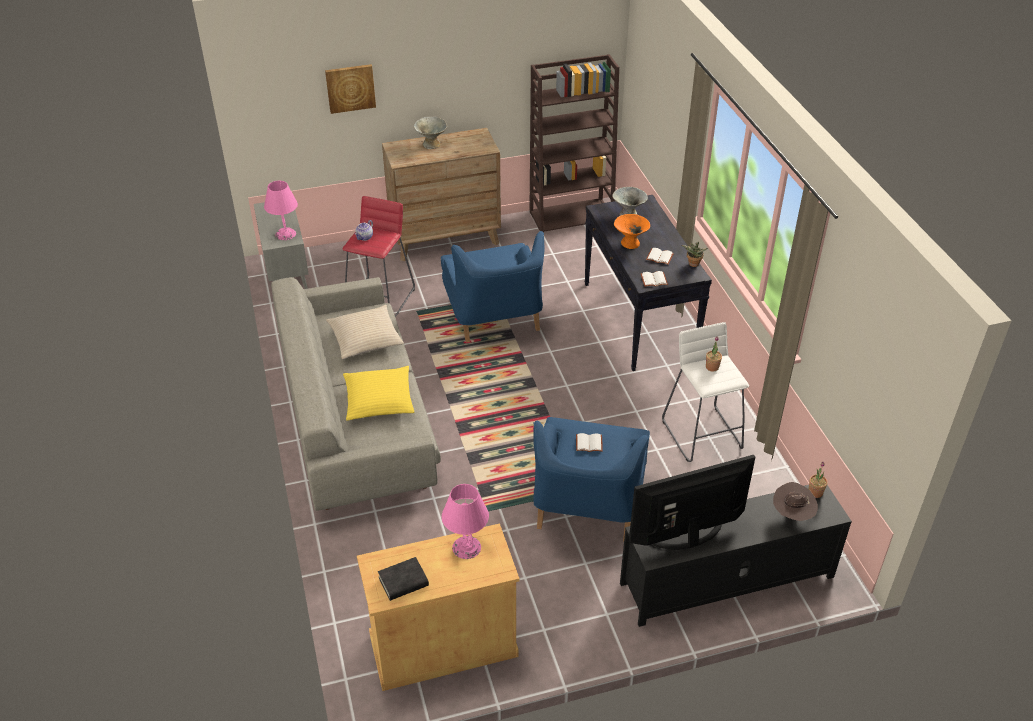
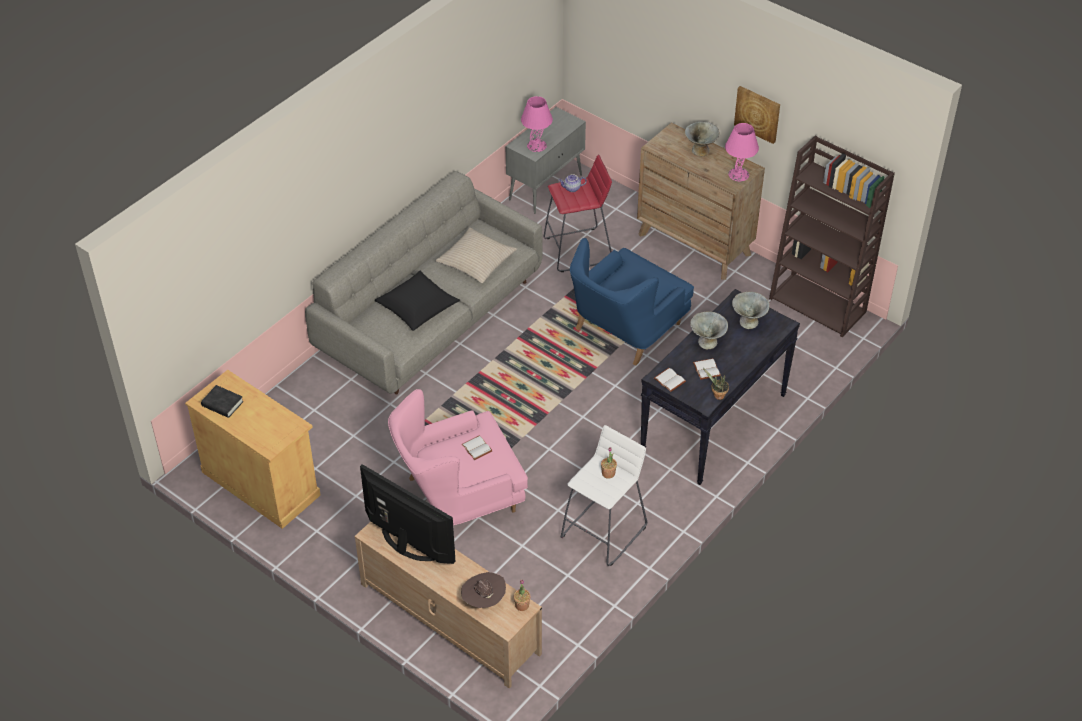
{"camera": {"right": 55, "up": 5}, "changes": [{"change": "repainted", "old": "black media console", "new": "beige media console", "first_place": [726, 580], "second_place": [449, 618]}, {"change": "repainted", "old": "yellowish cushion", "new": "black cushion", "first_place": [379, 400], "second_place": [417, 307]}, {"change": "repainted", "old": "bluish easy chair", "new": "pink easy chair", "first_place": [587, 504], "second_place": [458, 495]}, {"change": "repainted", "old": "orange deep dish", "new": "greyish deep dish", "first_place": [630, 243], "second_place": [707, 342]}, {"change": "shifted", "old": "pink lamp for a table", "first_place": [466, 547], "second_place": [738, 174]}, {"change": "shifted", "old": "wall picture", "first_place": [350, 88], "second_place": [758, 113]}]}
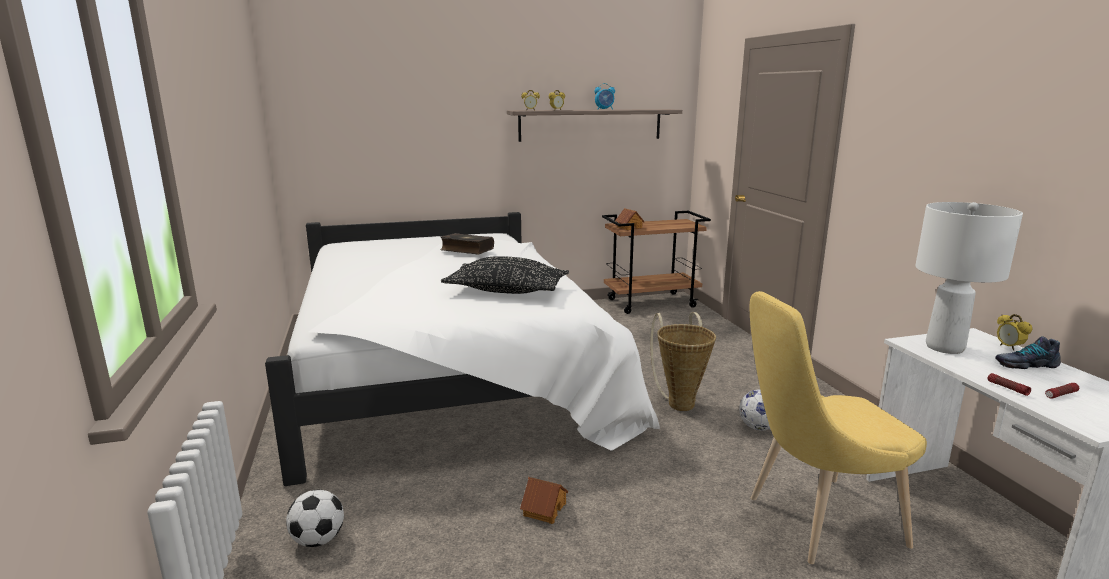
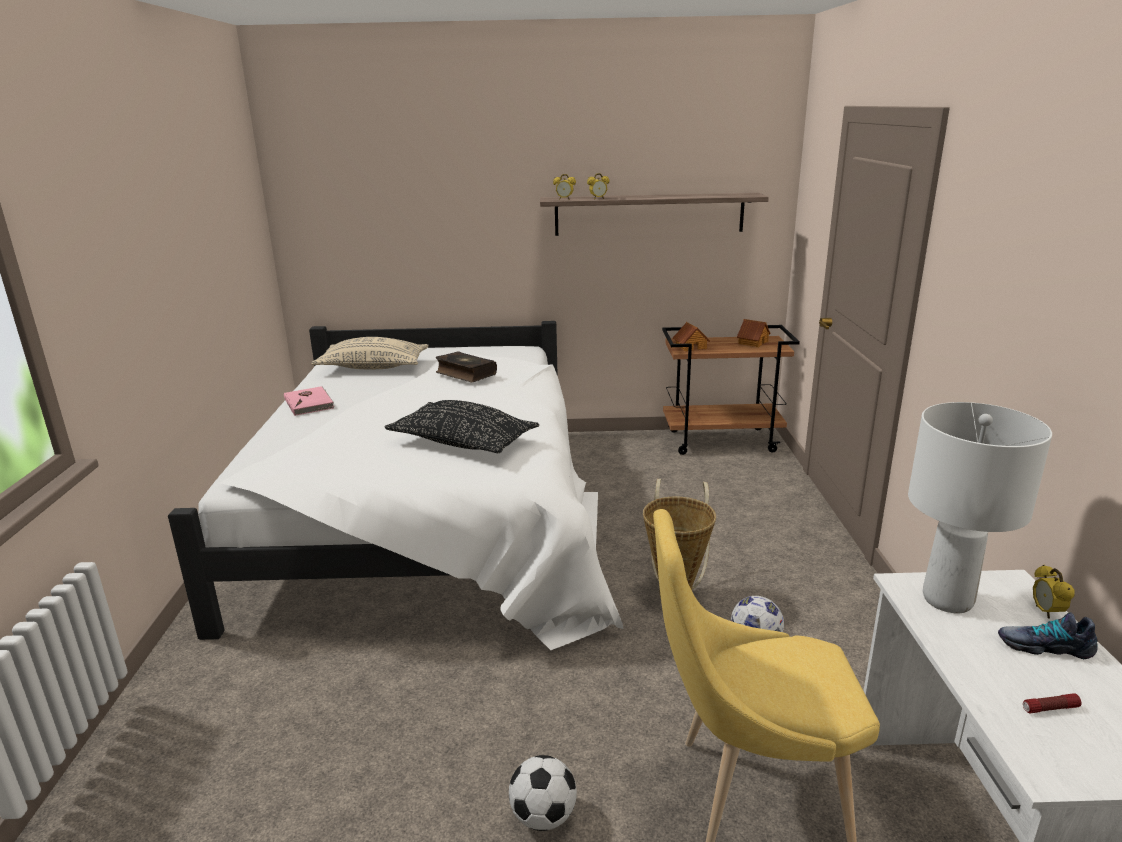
{"camera": {"right": 15, "up": 5}, "changes": [{"change": "new", "new": "pink book", "second_place": [310, 403]}, {"change": "new", "new": "beige cushion", "second_place": [373, 367]}, {"change": "shifted", "old": "ball for football", "first_place": [318, 540], "second_place": [543, 816]}, {"change": "shifted", "old": "toy house", "first_place": [544, 509], "second_place": [752, 342]}, {"change": "gone", "old": "table clock", "first_place": [604, 109]}, {"change": "gone", "old": "torch", "first_place": [1007, 388]}]}
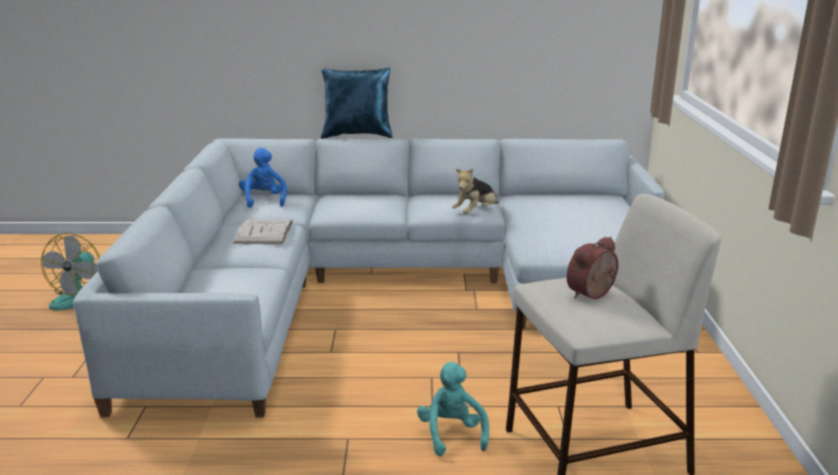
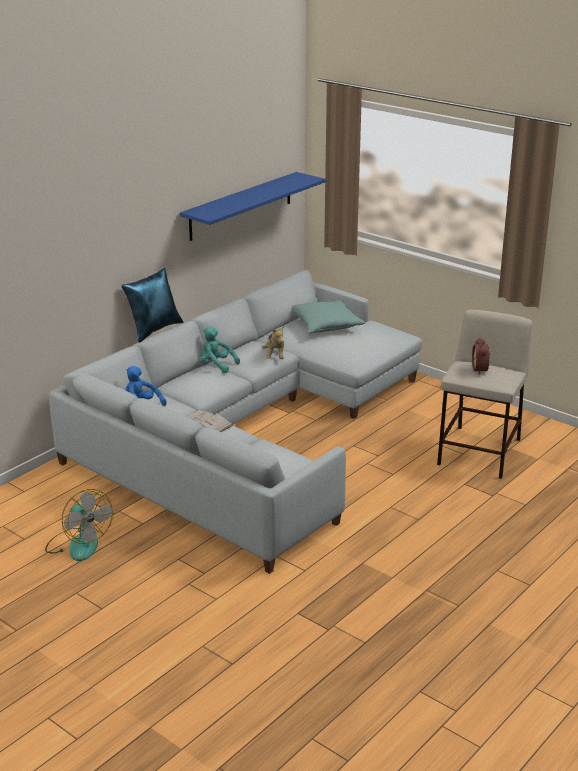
{"camera": {"right": -50, "up": 5}, "changes": [{"change": "new", "new": "bluish shelf", "second_place": [241, 206]}, {"change": "shifted", "old": "turquoise soft toy", "first_place": [452, 434], "second_place": [216, 366]}, {"change": "new", "new": "turquoise cushion", "second_place": [326, 325]}]}
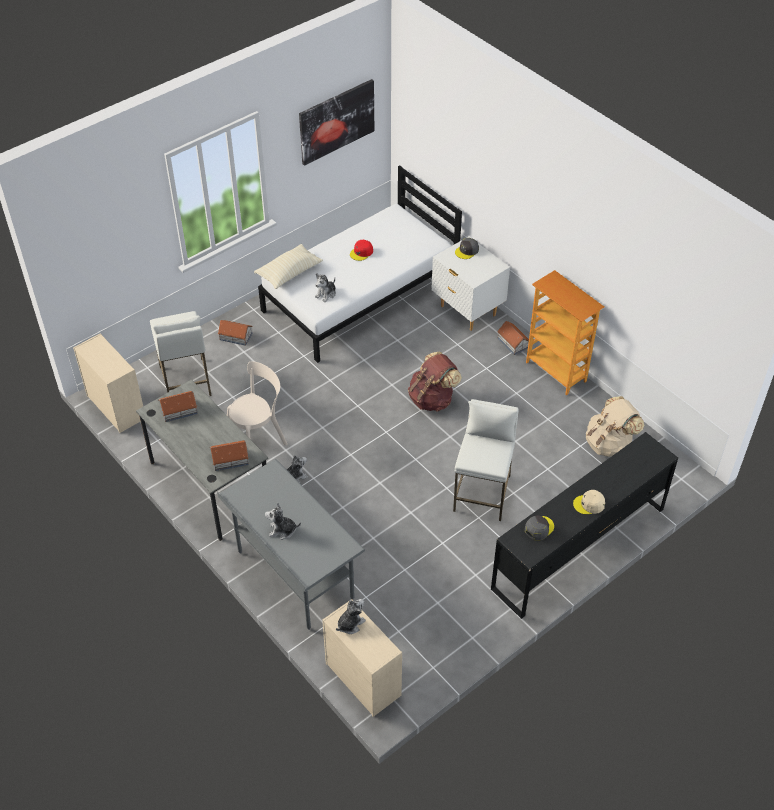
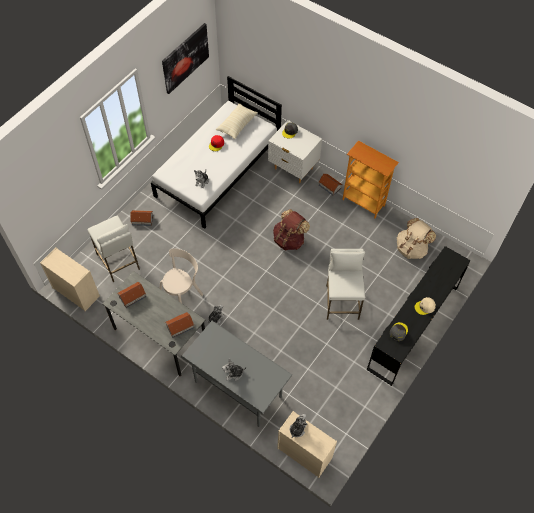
{"camera": {"right": -15, "up": 10}, "changes": [{"change": "shifted", "old": "beige cushion", "first_place": [289, 273], "second_place": [237, 125]}]}
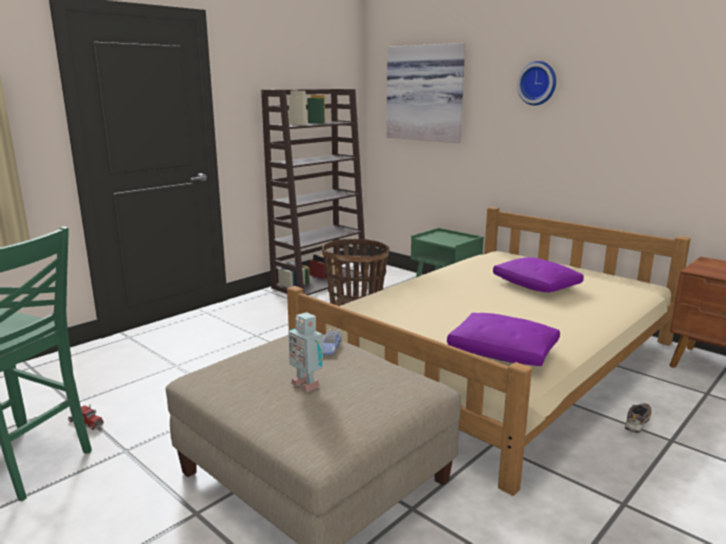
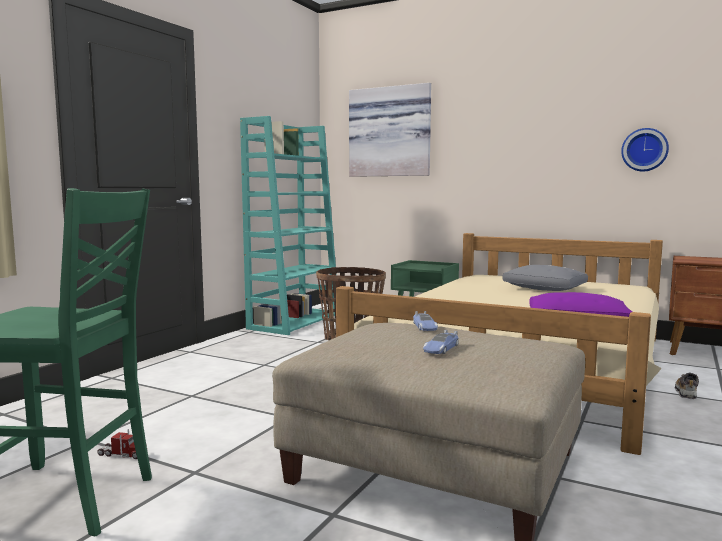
{"camera": {"right": -15, "up": -10}, "changes": [{"change": "repainted", "old": "brown bookcase", "new": "turquoise bookcase", "first_place": [320, 282], "second_place": [294, 322]}, {"change": "swapped", "old": "robot figure", "new": "model car", "first_place": [306, 384], "second_place": [441, 349]}, {"change": "repainted", "old": "purple cushion", "new": "greyish cushion", "first_place": [536, 285], "second_place": [545, 289]}, {"change": "shifted", "old": "clock on the wall", "first_place": [538, 83], "second_place": [644, 150]}]}
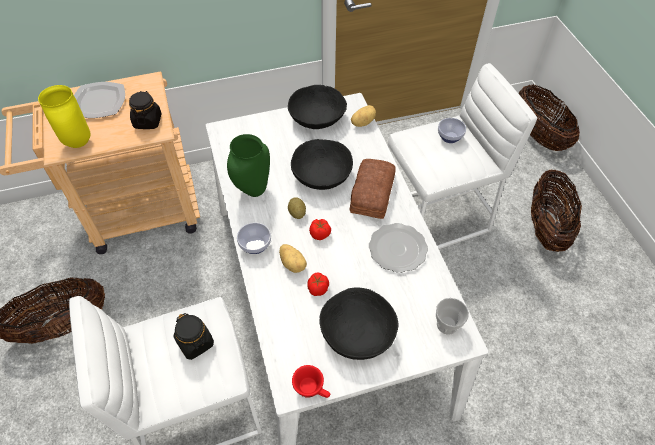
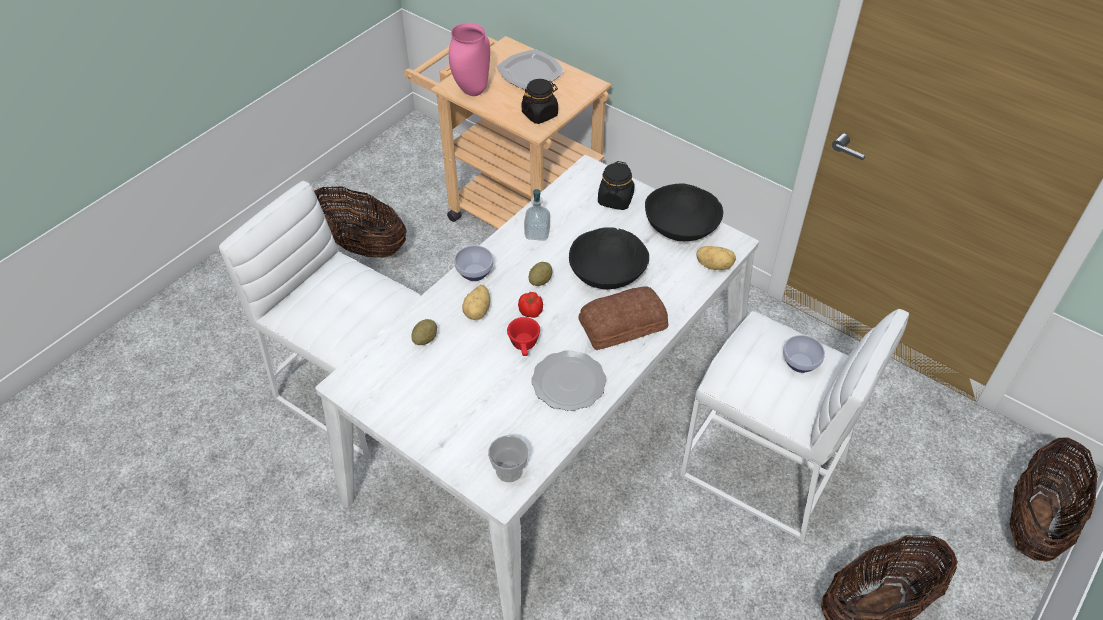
{"camera": {"right": 55, "up": -5}, "changes": [{"change": "new", "new": "spud", "second_place": [425, 339]}, {"change": "repainted", "old": "yellowish vase", "new": "pink vase", "first_place": [77, 143], "second_place": [471, 90]}, {"change": "shifted", "old": "red-coloured small cup", "first_place": [312, 389], "second_place": [524, 346]}, {"change": "swapped", "old": "greenish vase", "new": "liquid soap bottle", "first_place": [252, 190], "second_place": [537, 233]}, {"change": "shifted", "old": "black preserve jar", "first_place": [195, 343], "second_place": [615, 200]}, {"change": "gone", "old": "tomato", "first_place": [317, 289]}, {"change": "gone", "old": "black deep dish", "first_place": [357, 332]}]}
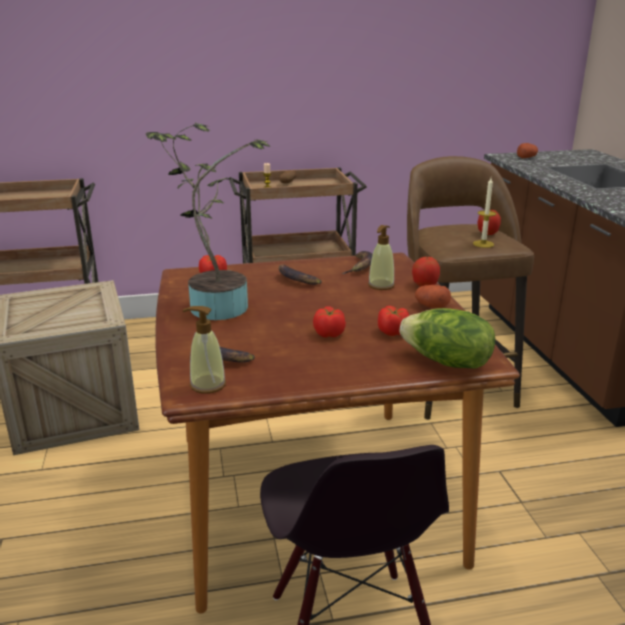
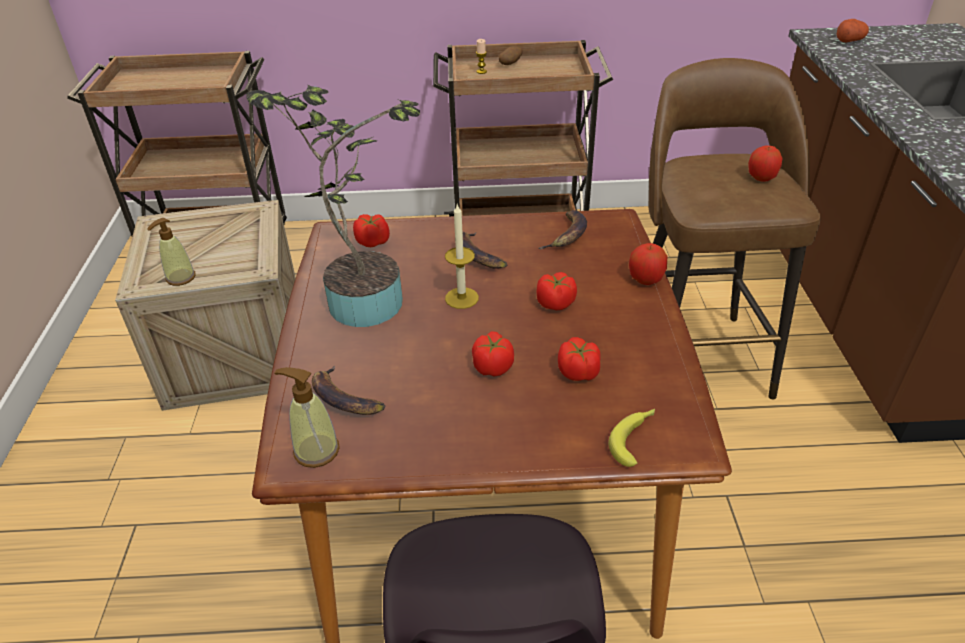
{"camera": {"right": 10, "up": 15}, "changes": [{"change": "shifted", "old": "liquid soap bottle", "first_place": [381, 285], "second_place": [180, 278]}, {"change": "shifted", "old": "wax candle", "first_place": [483, 244], "second_place": [461, 298]}, {"change": "new", "new": "tomato", "second_place": [556, 303]}, {"change": "swapped", "old": "lettuce", "new": "banana fruit", "first_place": [446, 362], "second_place": [635, 439]}, {"change": "gone", "old": "spud", "first_place": [431, 306]}]}
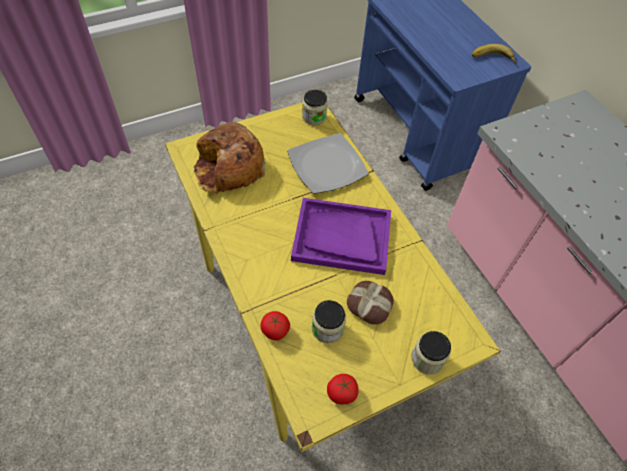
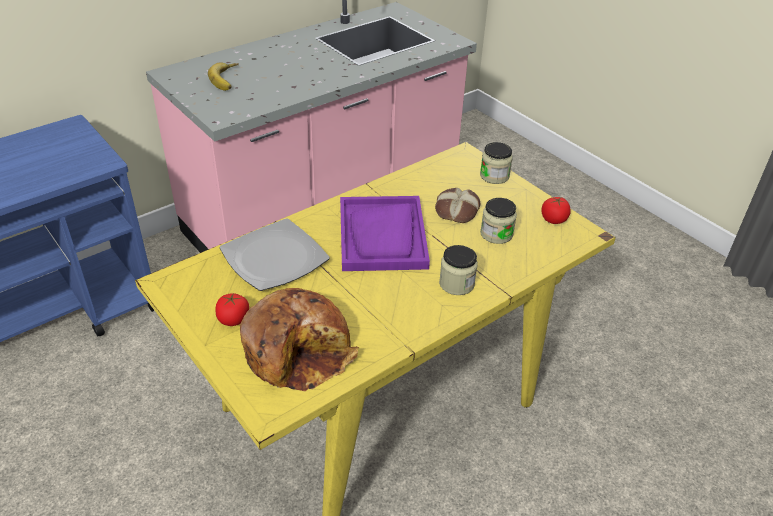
{"camera": {"right": -100, "up": -15}, "changes": [{"change": "shifted", "old": "banana fruit", "first_place": [492, 59], "second_place": [228, 79]}, {"change": "shifted", "old": "tomato", "first_place": [275, 330], "second_place": [233, 319]}, {"change": "shifted", "old": "preserve jar", "first_place": [314, 117], "second_place": [456, 284]}]}
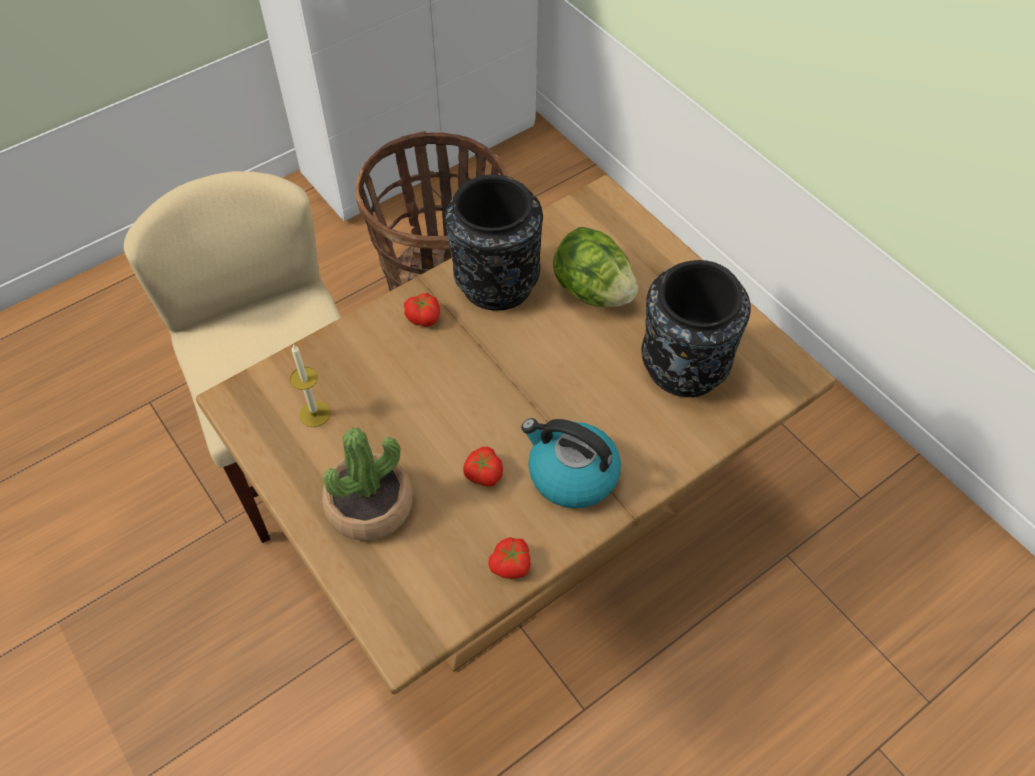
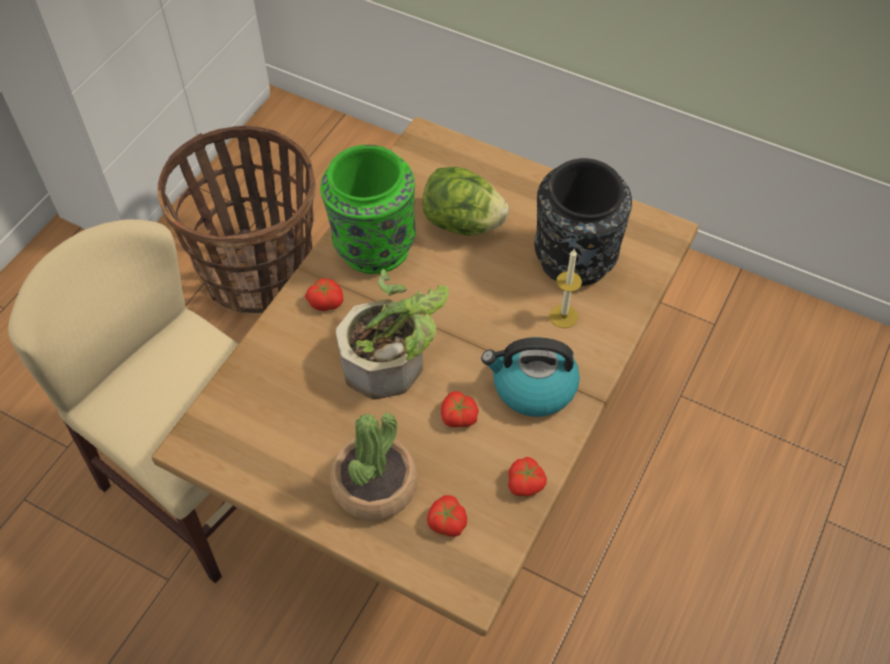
{"camera": {"right": -25, "up": 0}, "changes": [{"change": "repainted", "old": "black vase", "new": "greenish vase", "first_place": [495, 282], "second_place": [373, 247]}, {"change": "new", "new": "houseplant", "second_place": [394, 360]}, {"change": "new", "new": "tomato", "second_place": [446, 522]}, {"change": "shifted", "old": "wax candle", "first_place": [314, 414], "second_place": [563, 316]}]}
